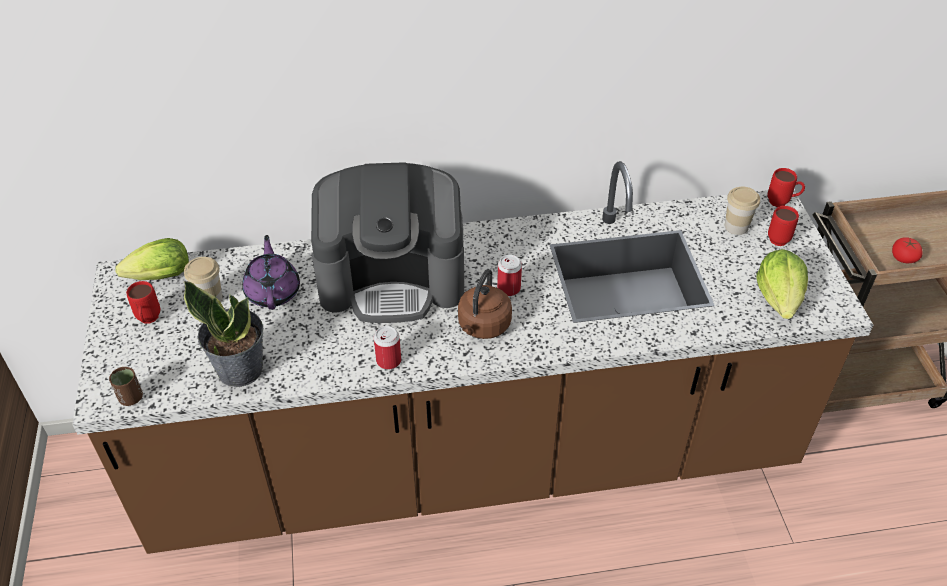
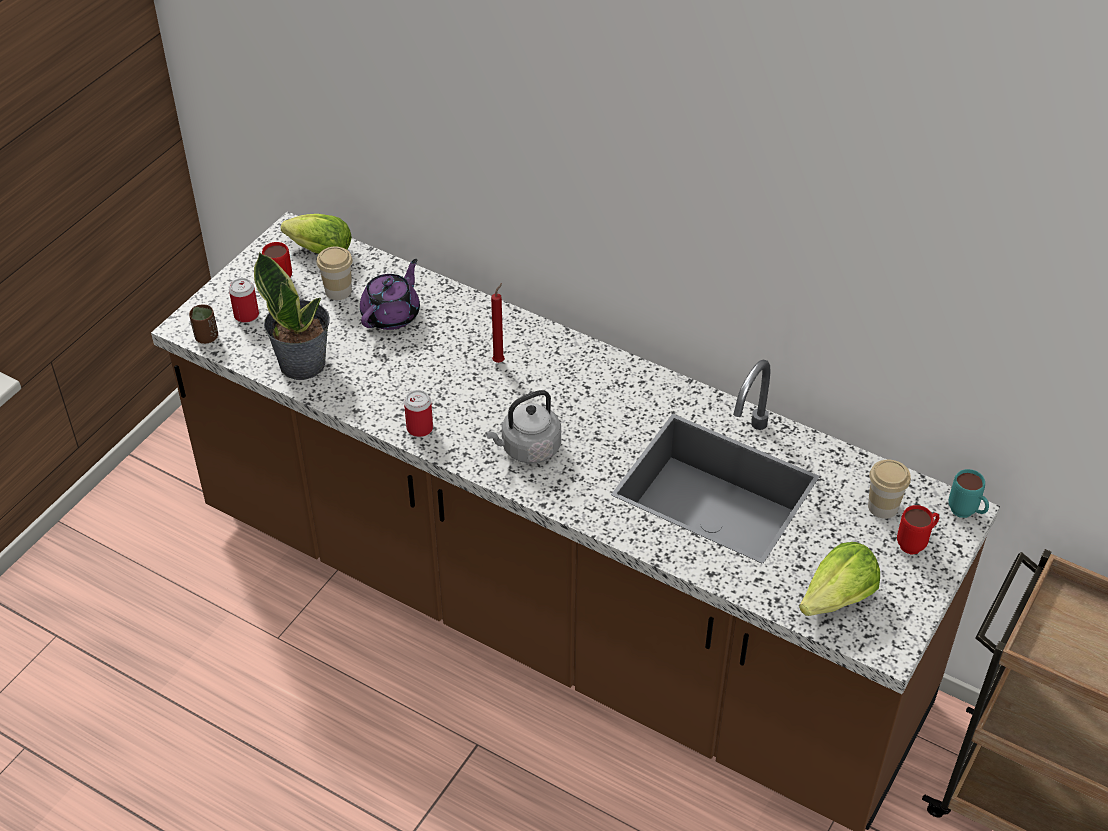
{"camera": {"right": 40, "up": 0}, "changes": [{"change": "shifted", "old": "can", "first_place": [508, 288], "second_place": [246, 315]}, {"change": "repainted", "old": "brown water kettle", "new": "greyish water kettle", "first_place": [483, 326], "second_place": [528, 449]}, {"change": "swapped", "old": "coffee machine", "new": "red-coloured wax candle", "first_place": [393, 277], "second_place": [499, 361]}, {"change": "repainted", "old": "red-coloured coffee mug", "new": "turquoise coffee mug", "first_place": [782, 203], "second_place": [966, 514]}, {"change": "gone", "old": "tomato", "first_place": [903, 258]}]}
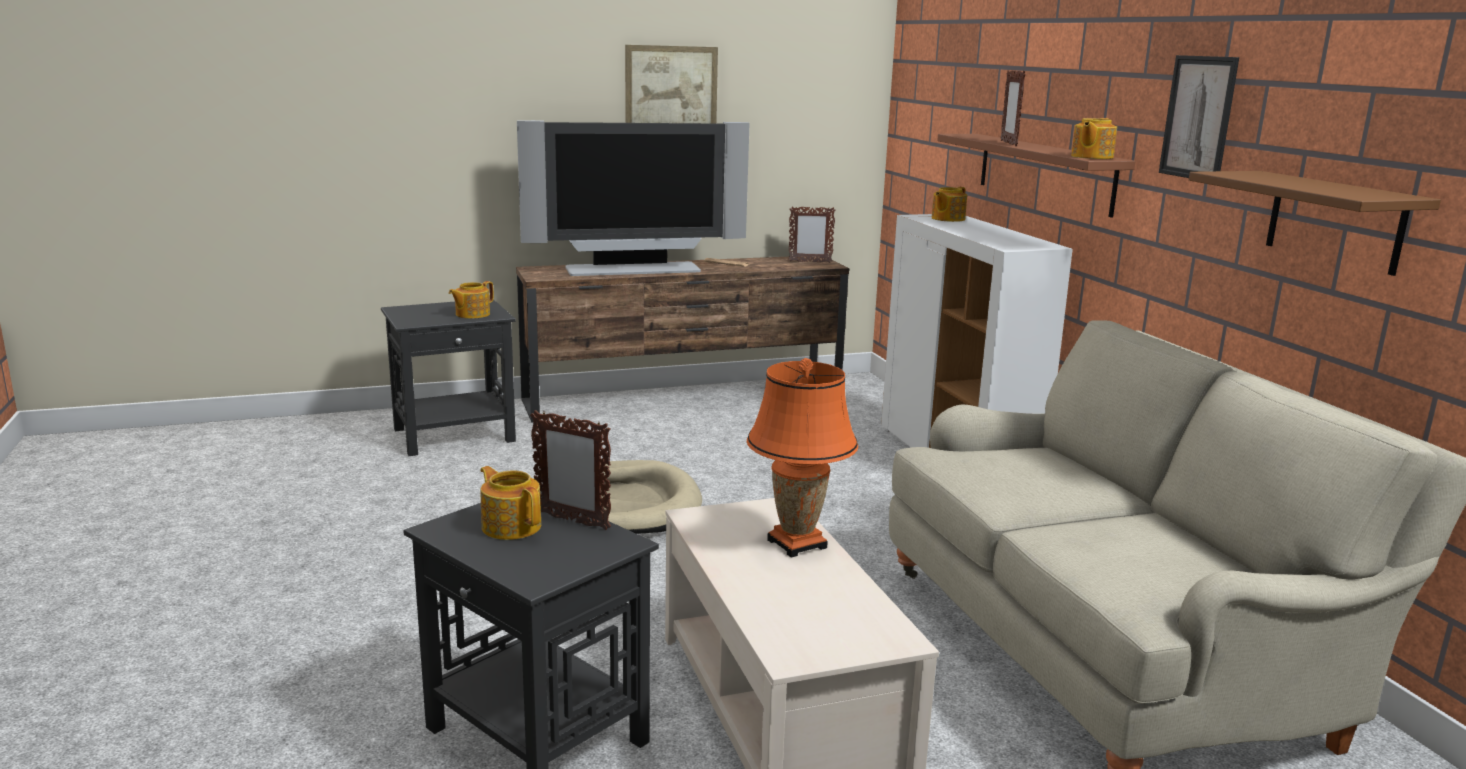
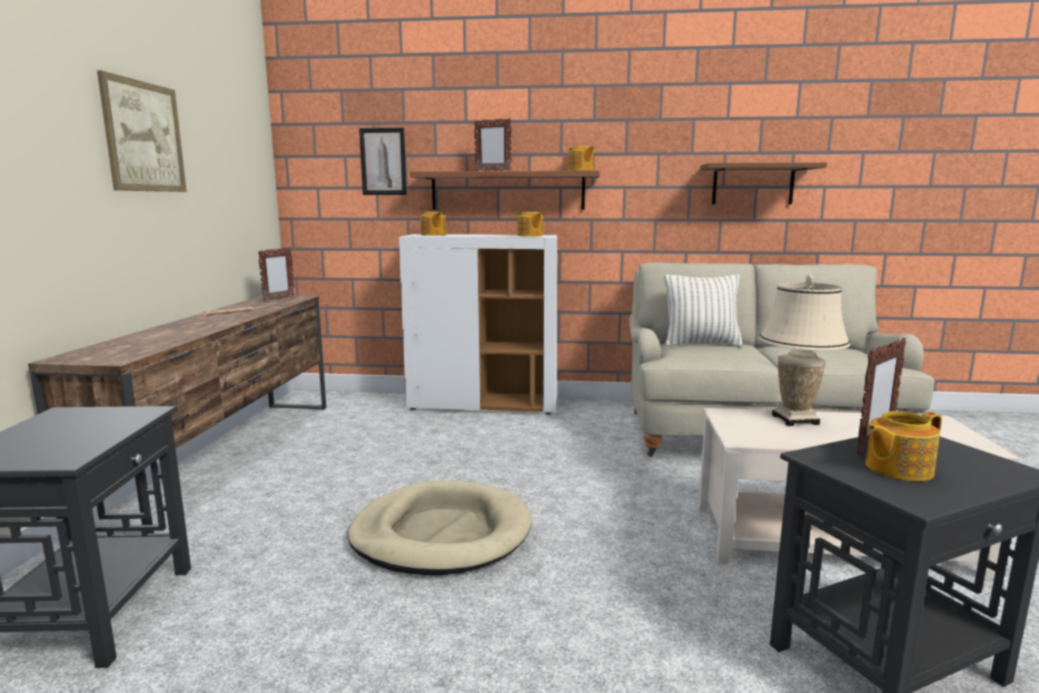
{"camera": {"right": -65, "up": -5}, "changes": [{"change": "shifted", "old": "wall picture", "first_place": [1198, 118], "second_place": [383, 161]}, {"change": "shifted", "old": "pot for tea", "first_place": [472, 314], "second_place": [530, 235]}, {"change": "new", "new": "cushion", "second_place": [701, 344]}, {"change": "repainted", "old": "orange lamp for a table", "new": "beige lamp for a table", "first_place": [796, 544], "second_place": [795, 420]}, {"change": "gone", "old": "TV set", "first_place": [634, 270]}]}
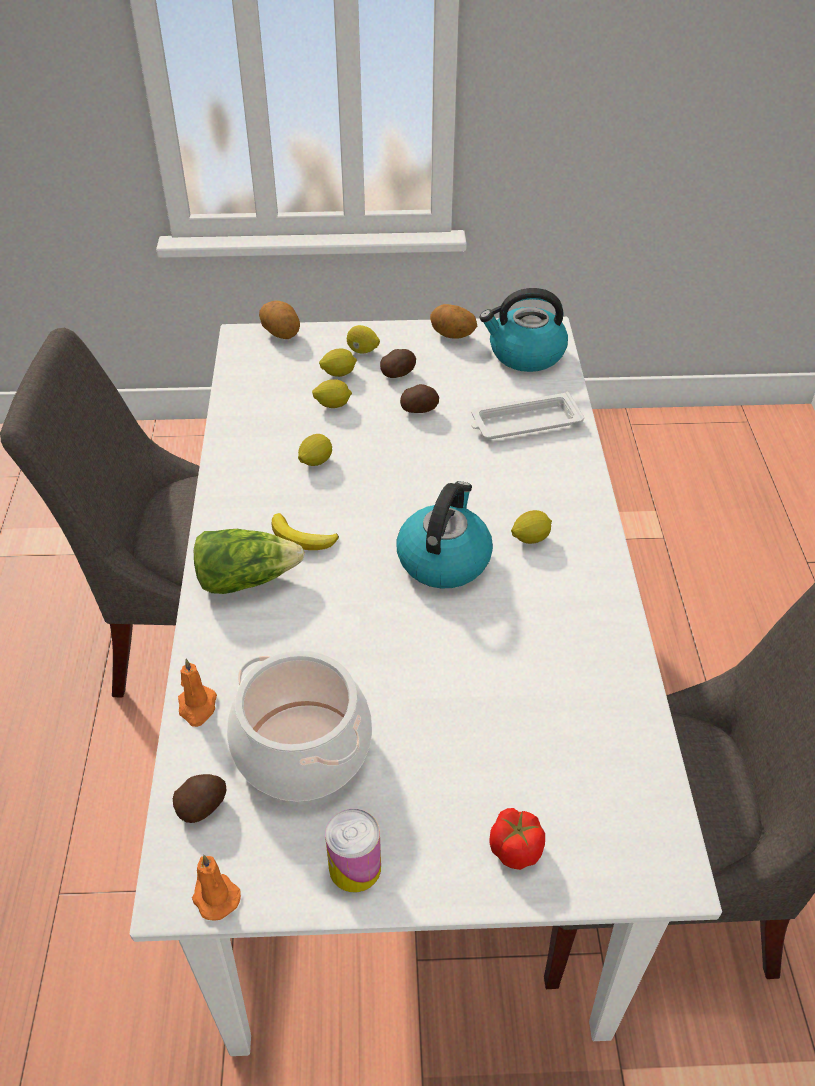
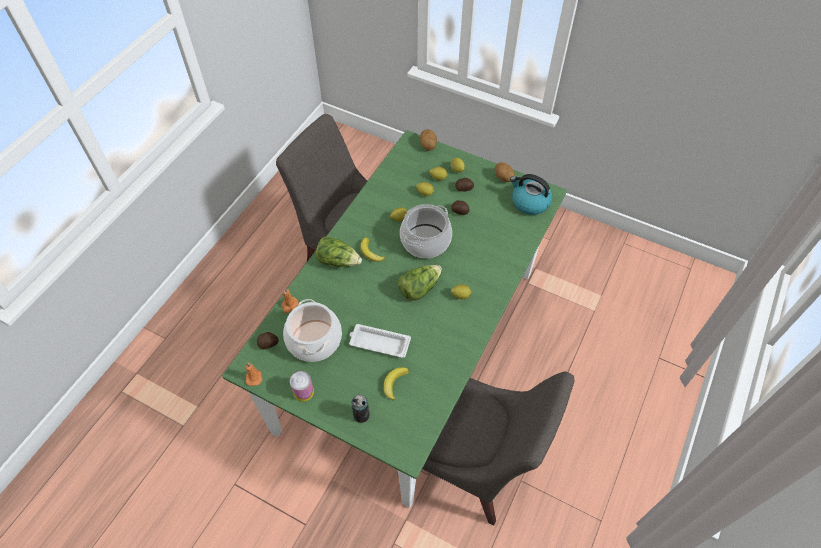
{"camera": {"right": 30, "up": 10}, "changes": [{"change": "repainted", "old": "white dining table", "new": "greenish dining table", "first_place": [409, 739], "second_place": [411, 349]}, {"change": "shifted", "old": "white serving tray", "first_place": [524, 423], "second_place": [379, 343]}, {"change": "swapped", "old": "tomato", "new": "can", "first_place": [515, 848], "second_place": [361, 415]}, {"change": "new", "new": "banana fruit", "second_place": [394, 383]}, {"change": "swapped", "old": "water kettle", "new": "lettuce", "first_place": [444, 559], "second_place": [419, 288]}, {"change": "new", "new": "stockpot", "second_place": [425, 241]}]}
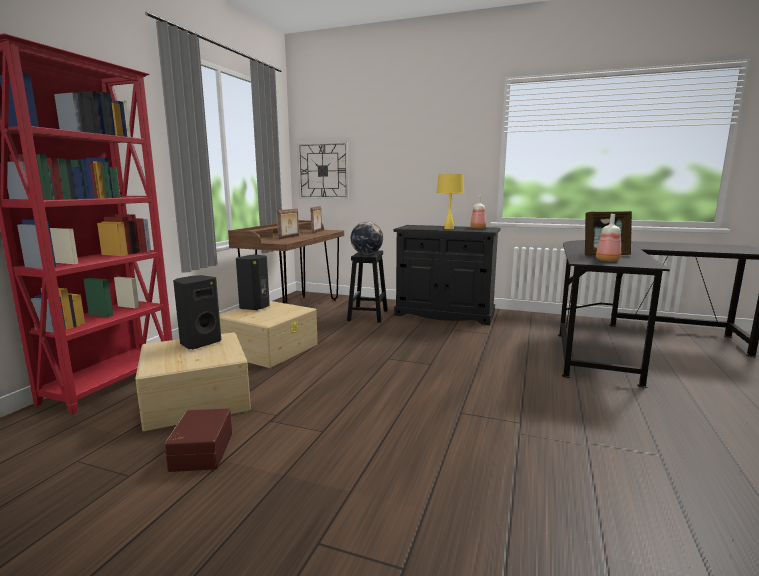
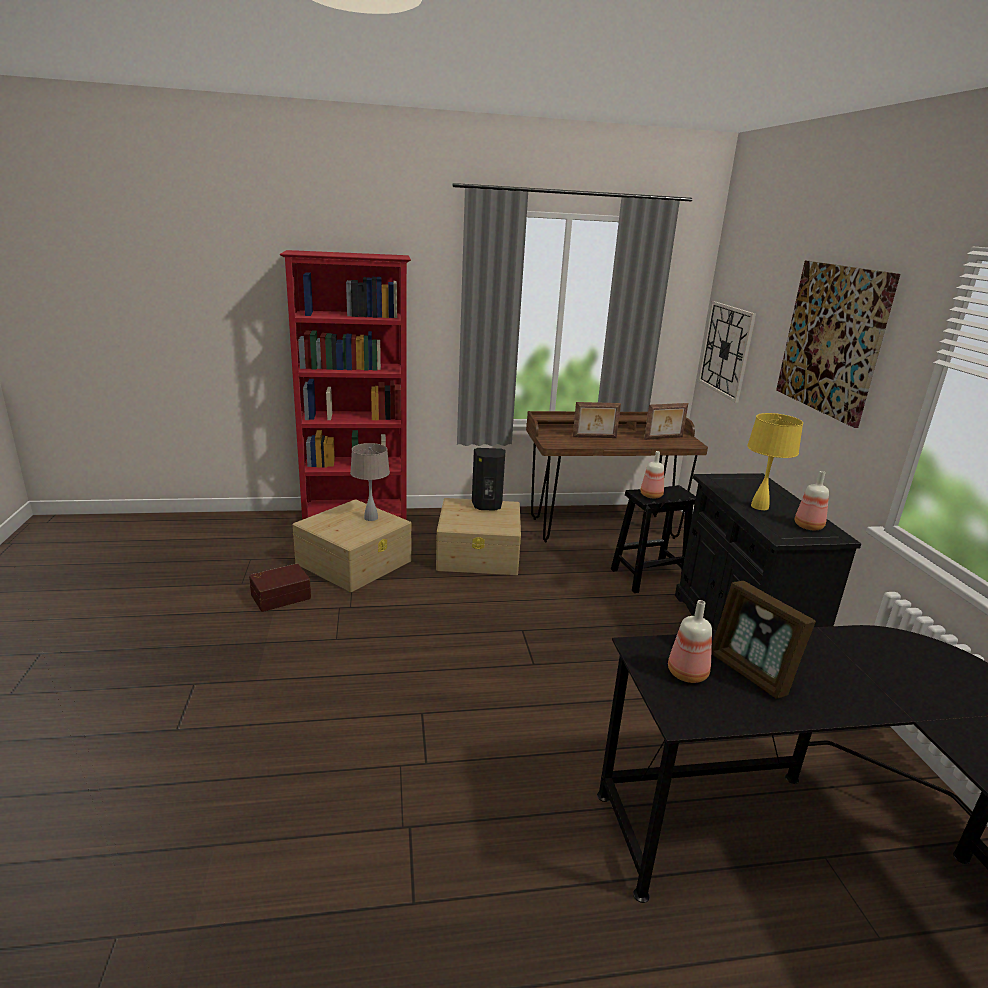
{"camera": {"right": 60, "up": 10}, "changes": [{"change": "swapped", "old": "black audio speaker", "new": "beige lamp for a table", "first_place": [199, 343], "second_place": [371, 518]}, {"change": "swapped", "old": "globe", "new": "beverage bottle", "first_place": [366, 254], "second_place": [651, 495]}, {"change": "new", "new": "wall picture", "second_place": [832, 339]}]}
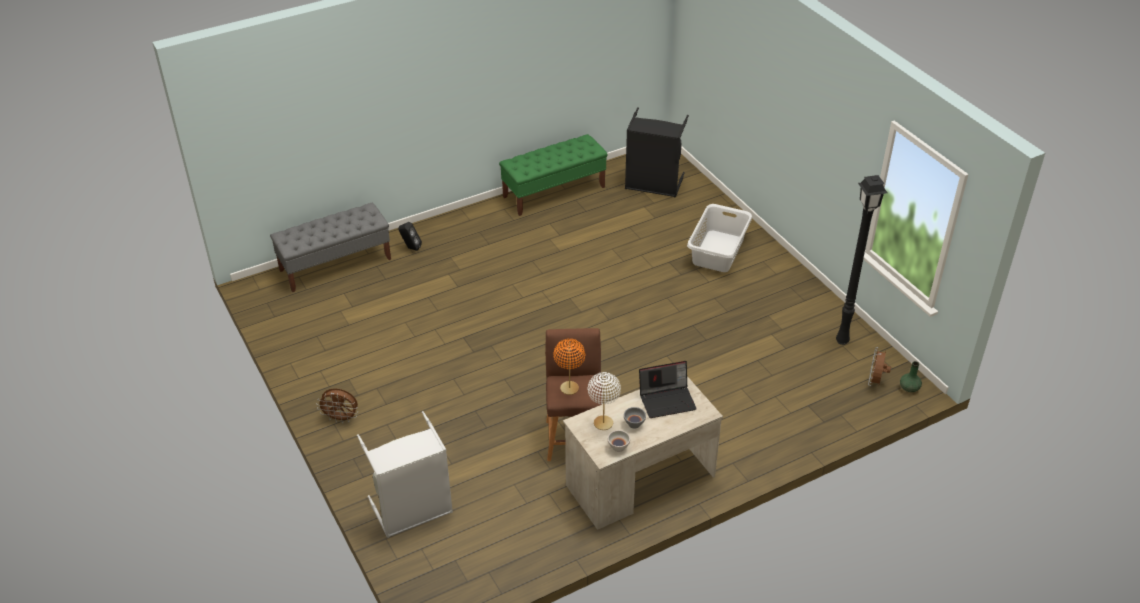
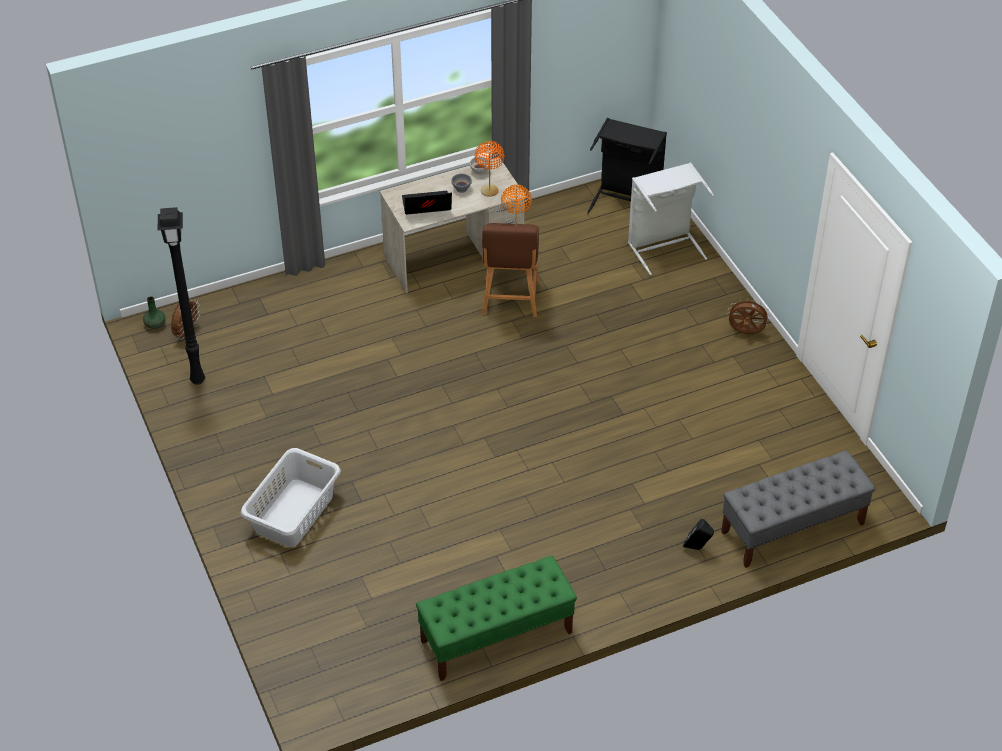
{"camera": {"right": -175, "up": 5}, "changes": [{"change": "repainted", "old": "white lamp for a table", "new": "orange lamp for a table", "first_place": [603, 423], "second_place": [489, 191]}, {"change": "shifted", "old": "black hamper", "first_place": [653, 185], "second_place": [627, 200]}]}
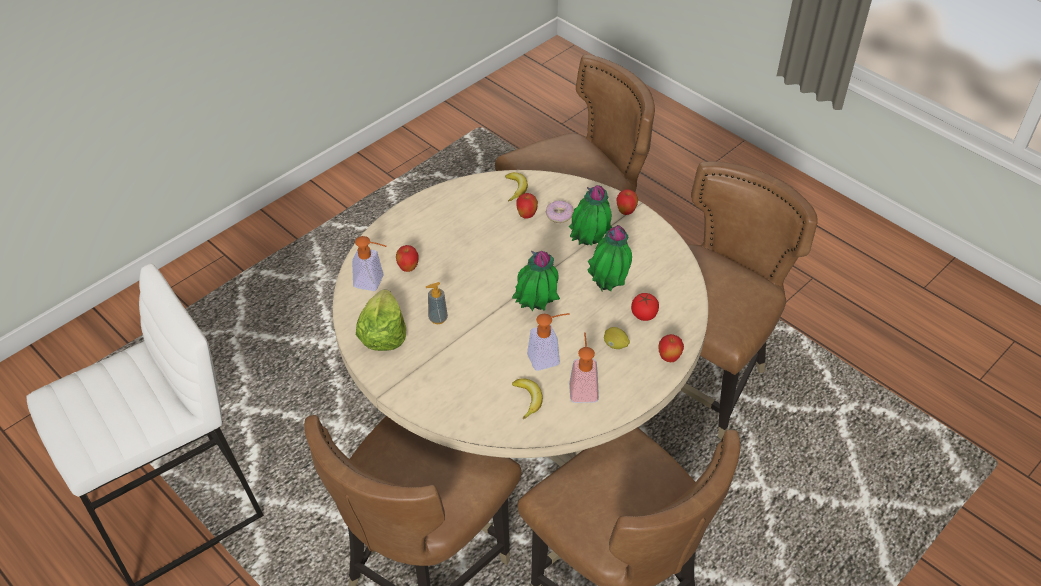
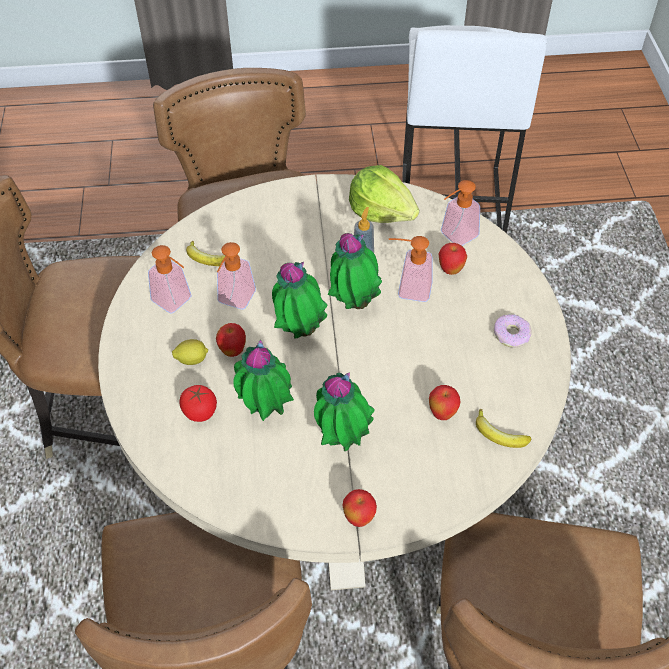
{"camera": {"right": 130, "up": 5}, "changes": [{"change": "shifted", "old": "whole apple", "first_place": [669, 358], "second_place": [233, 351]}, {"change": "new", "new": "houseplant", "second_place": [354, 302]}, {"change": "new", "new": "liquid soap bottle", "second_place": [408, 289]}, {"change": "shifted", "old": "ring doughnut", "first_place": [559, 215], "second_place": [511, 334]}]}
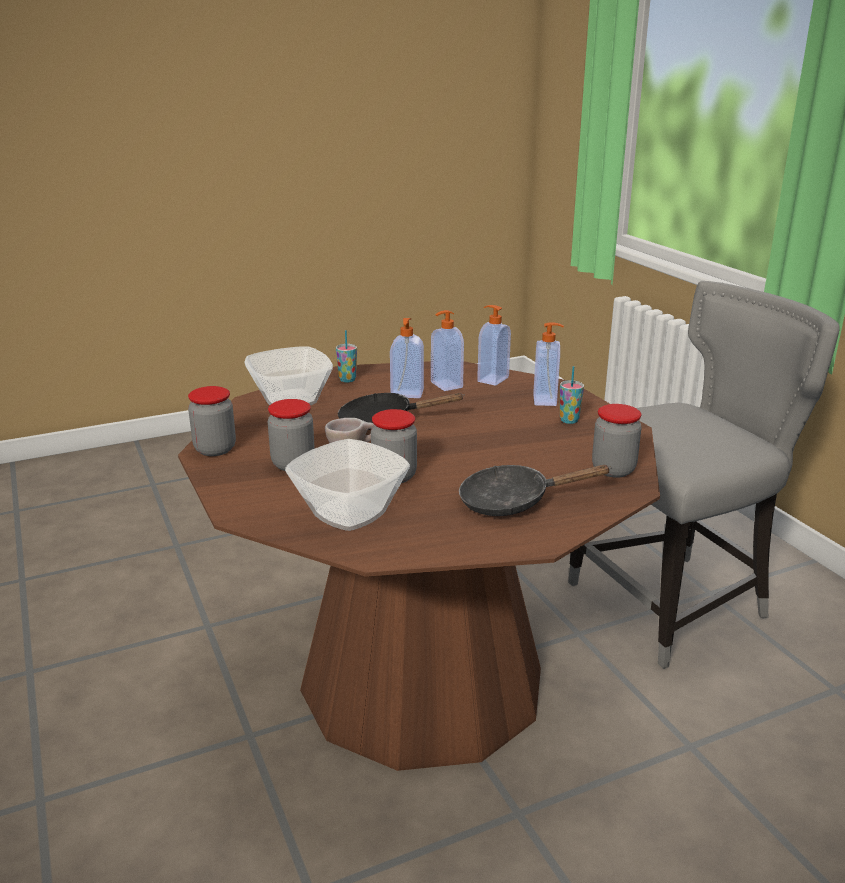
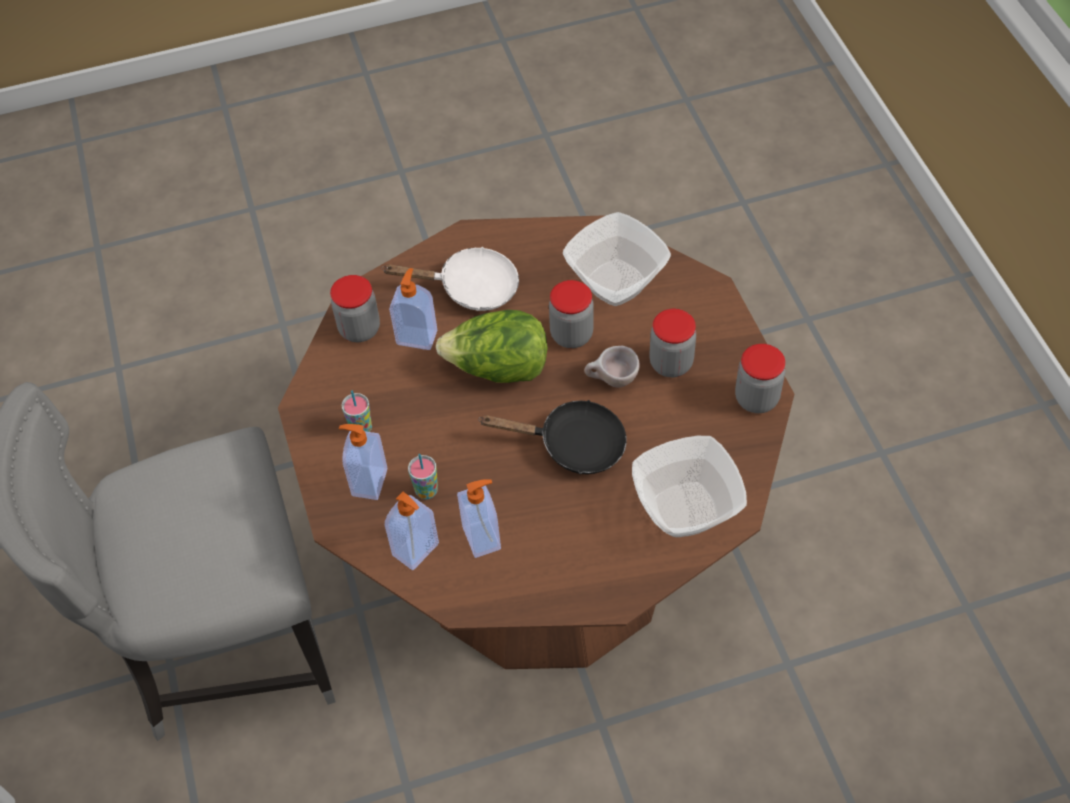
{"camera": {"right": -170, "up": 30}, "changes": [{"change": "repainted", "old": "black pan", "new": "white pan", "first_place": [513, 501], "second_place": [471, 288]}, {"change": "shifted", "old": "liquid soap bottle", "first_place": [407, 394], "second_place": [417, 336]}, {"change": "shifted", "old": "small cup", "first_place": [347, 380], "second_place": [426, 491]}, {"change": "new", "new": "lettuce", "second_place": [498, 369]}]}
